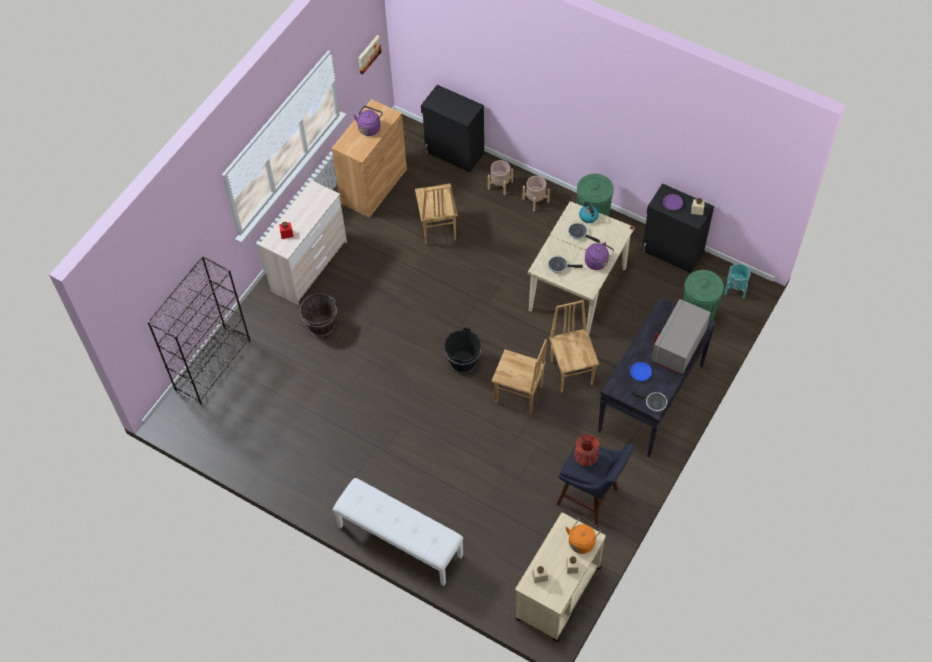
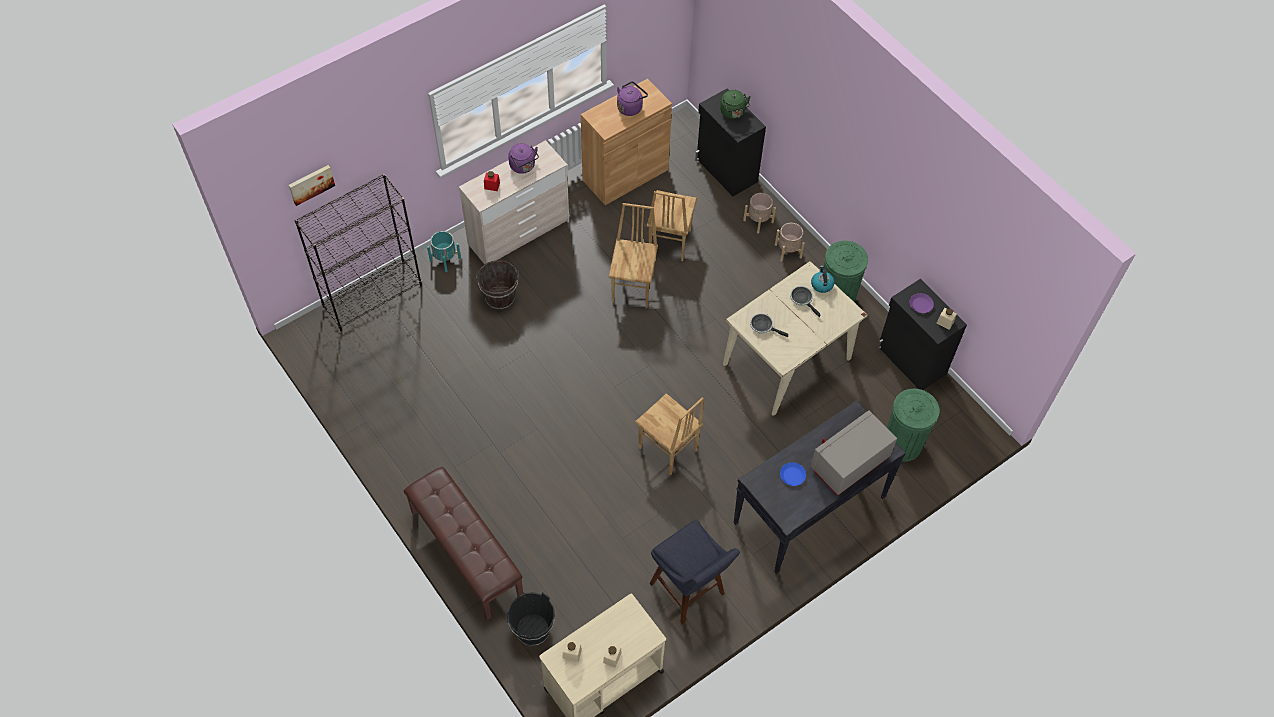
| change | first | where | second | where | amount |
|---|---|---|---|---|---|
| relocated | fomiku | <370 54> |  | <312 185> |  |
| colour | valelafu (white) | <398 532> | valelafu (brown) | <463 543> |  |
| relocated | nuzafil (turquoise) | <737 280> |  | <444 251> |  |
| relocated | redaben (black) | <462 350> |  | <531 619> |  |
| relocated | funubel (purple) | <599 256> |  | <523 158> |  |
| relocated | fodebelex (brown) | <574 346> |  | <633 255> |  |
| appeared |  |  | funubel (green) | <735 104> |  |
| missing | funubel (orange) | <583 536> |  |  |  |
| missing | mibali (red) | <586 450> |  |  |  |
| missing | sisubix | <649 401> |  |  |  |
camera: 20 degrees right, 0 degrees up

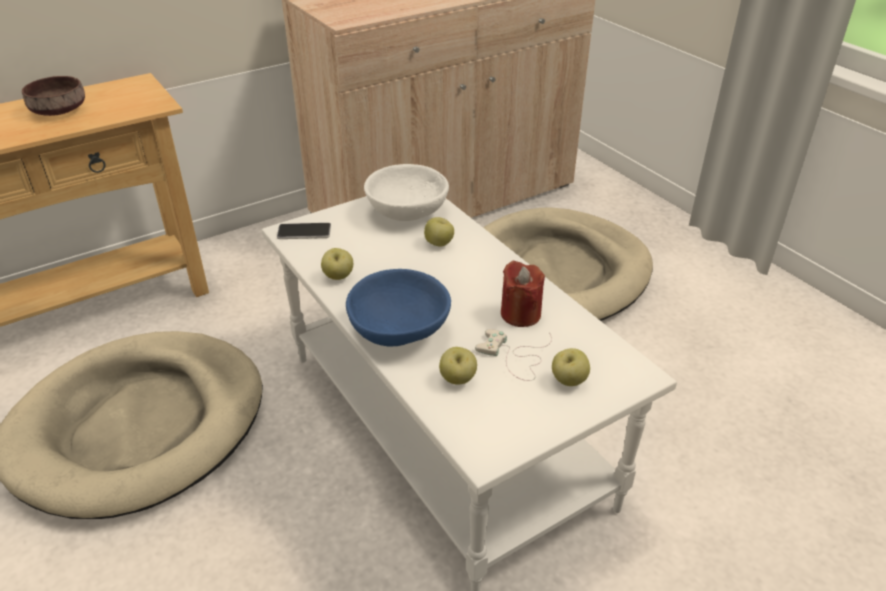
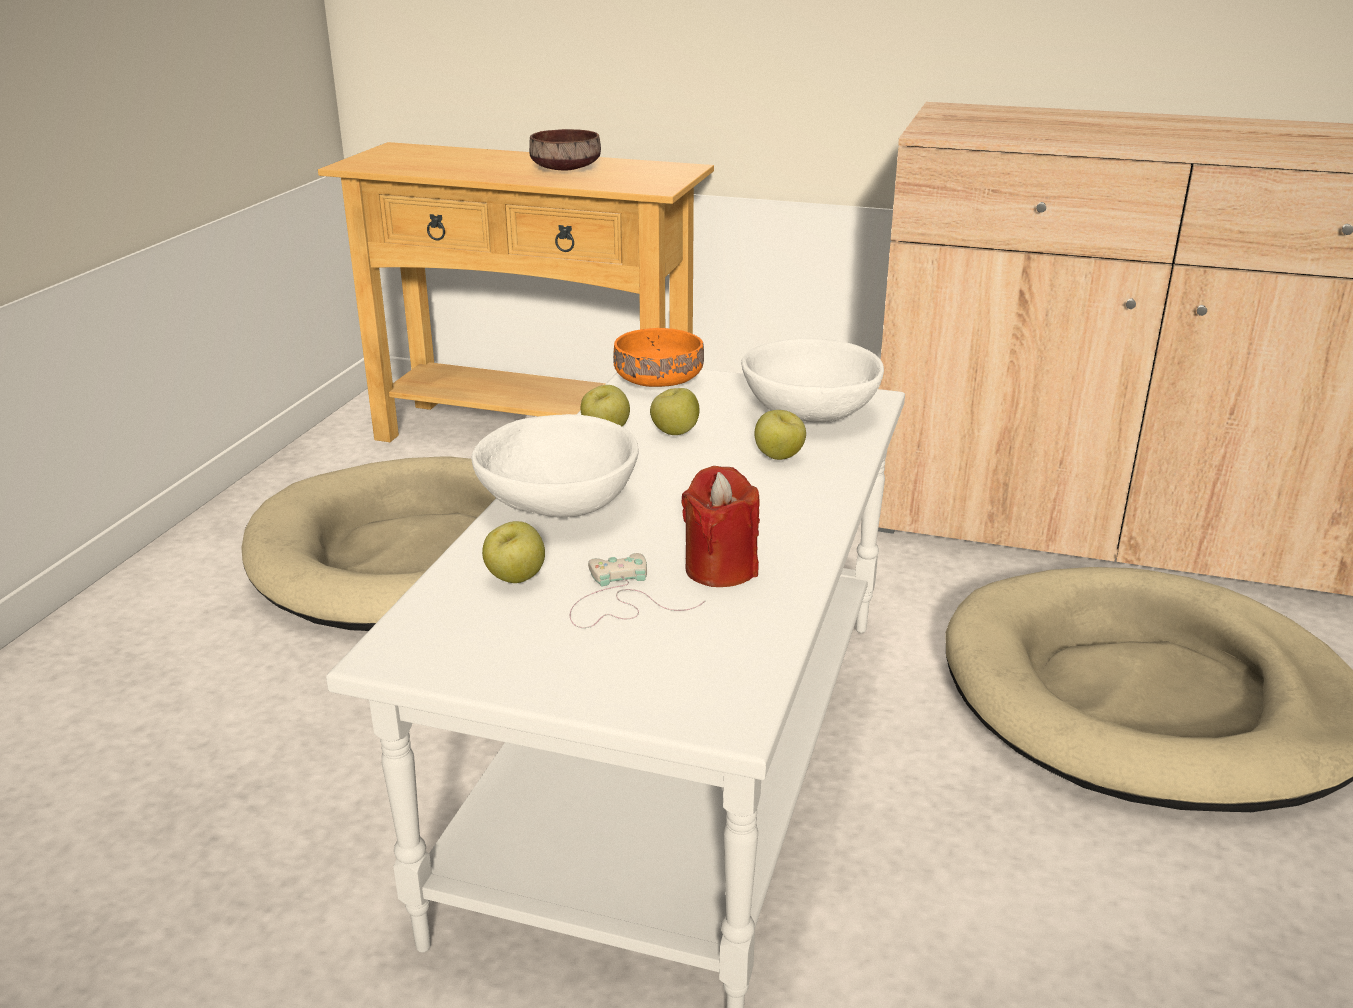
| change | first | where | second | where | amount |
|---|---|---|---|---|---|
| colour | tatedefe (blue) | <398 307> | tatedefe (white) | <555 465> |  |
| exchanged | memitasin | <304 231> | tatedefe (orange) | <658 357> |  |
| relocated | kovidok | <571 367> |  | <674 411> |  |
camera: 50 degrees right, 10 degrees down

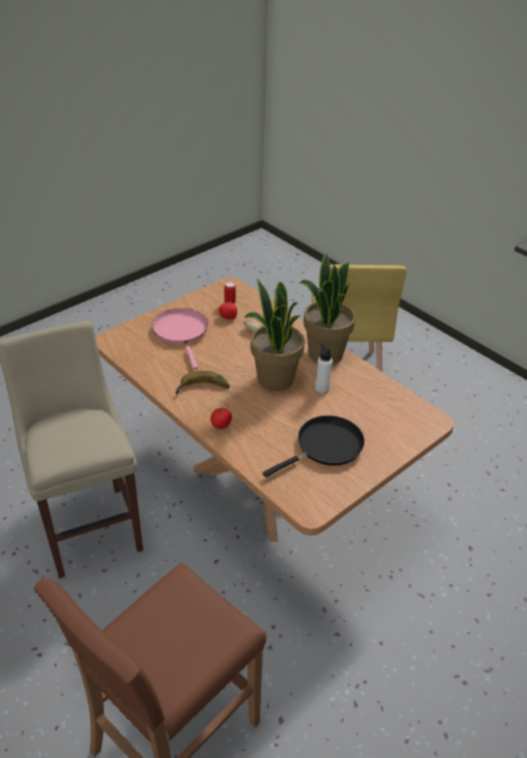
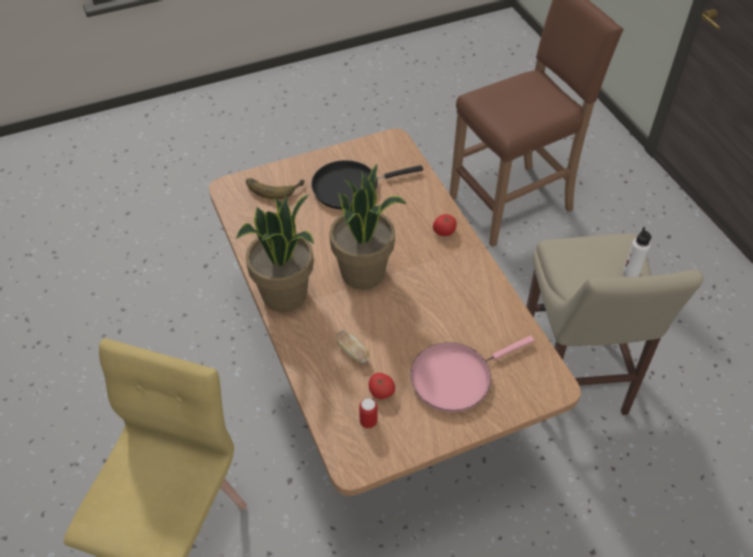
| change | first | where | second | where | amount |
|---|---|---|---|---|---|
| relocated | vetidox | <203 383> |  | <275 188> |  |
| spun | sisubix (pink) | <180 338> |  | <472 373> | 60 degrees clockwise |
| relocated | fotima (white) | <324 368> |  | <637 252> |  |
camera: 160 degrees left, 10 degrees up

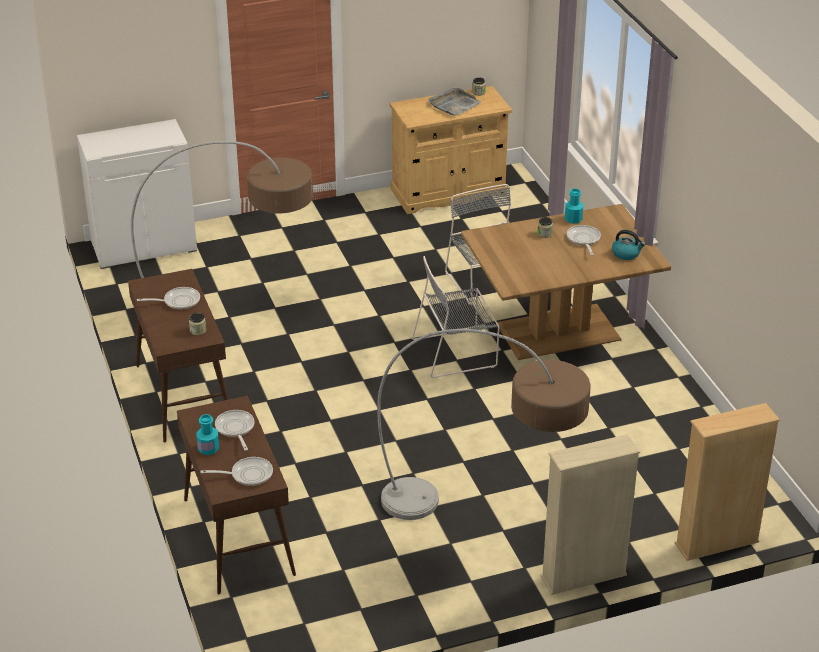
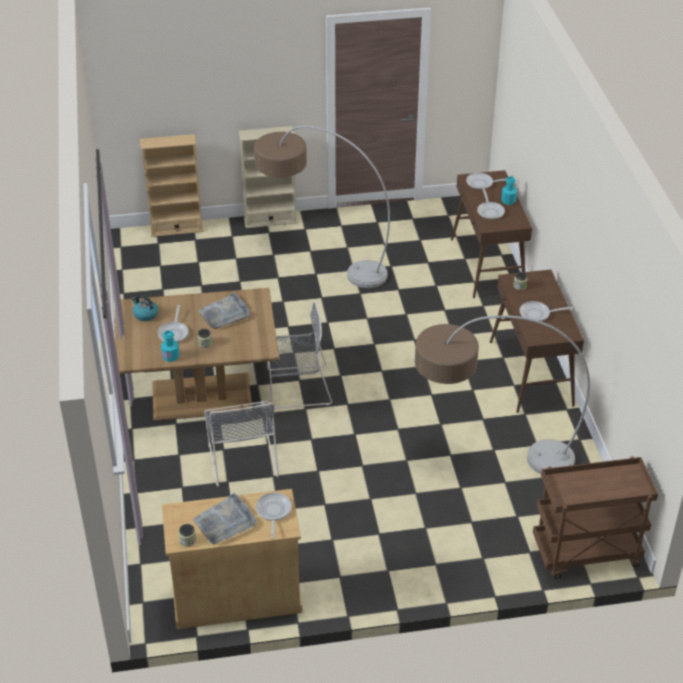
| change | first | where | second | where | amount |
|---|---|---|---|---|---|
| appeared |  |  | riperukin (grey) | <224 310> |  |
| appeared |  |  | sisubix | <274 516> |  |
| exchanged | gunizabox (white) | <137 194> | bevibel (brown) | <595 517> |  |
camera: 170 degrees left, 5 degrees up

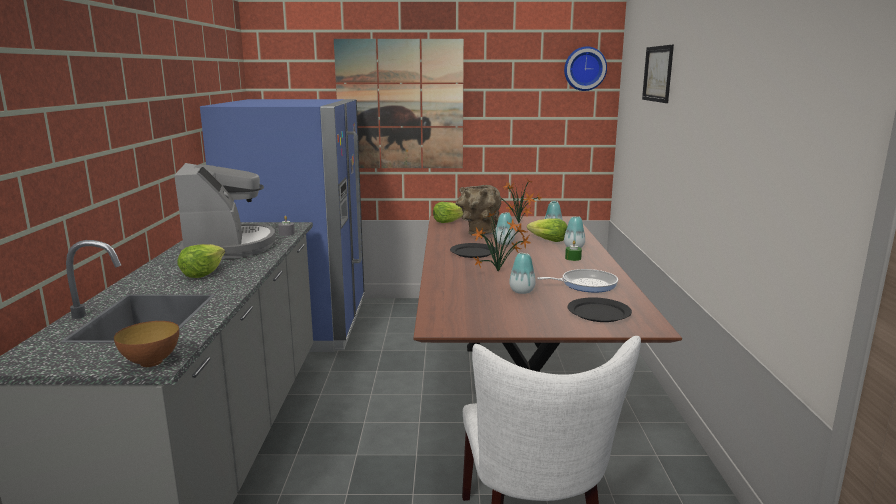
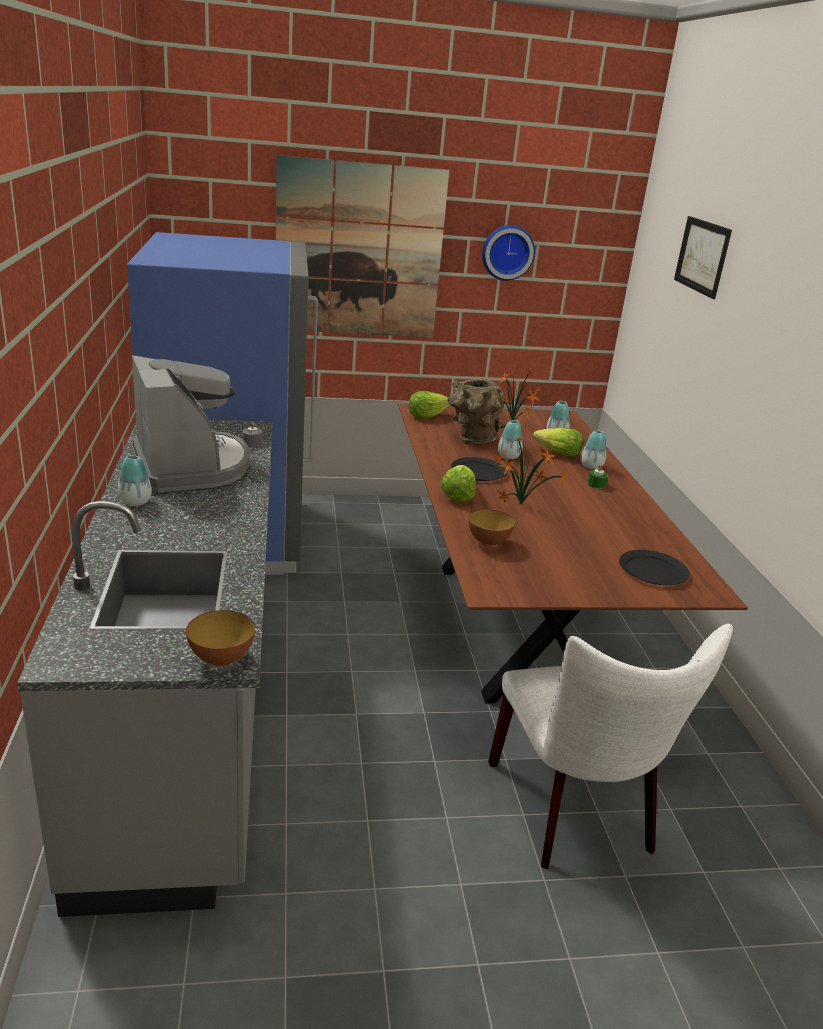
| change | first | where | second | where | amount |
|---|---|---|---|---|---|
| relocated | mibali | <522 273> |  | <135 480> |  |
| relocated | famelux | <201 261> |  | <458 483> |  |
| appeared |  |  | tatedefe | <491 528> |  |
| relocated | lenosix | <585 68> |  | <508 253> |  |
| missing | sisubix | <577 280> |  |  |  |
camera: 10 degrees left, 10 degrees up

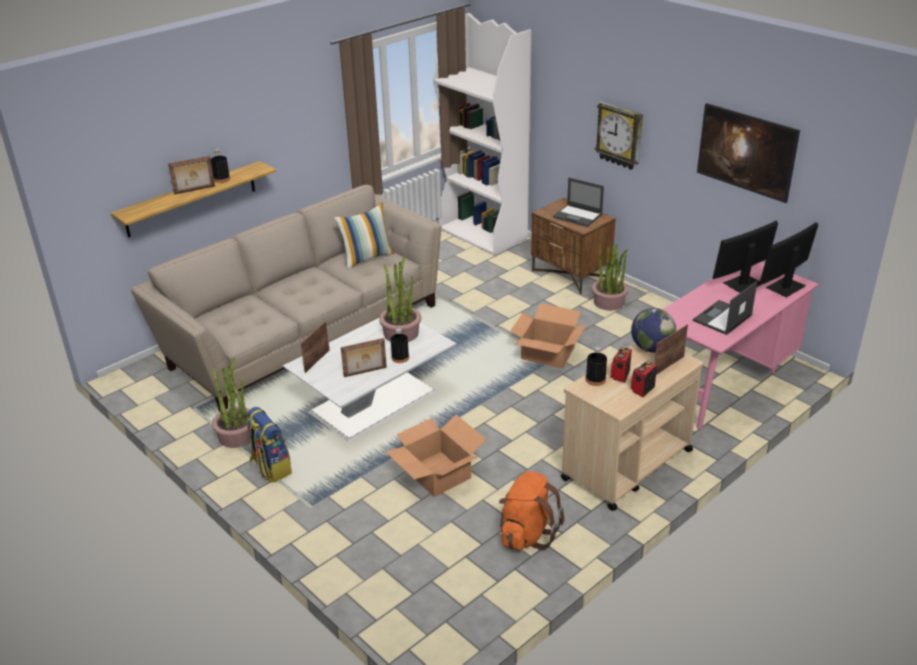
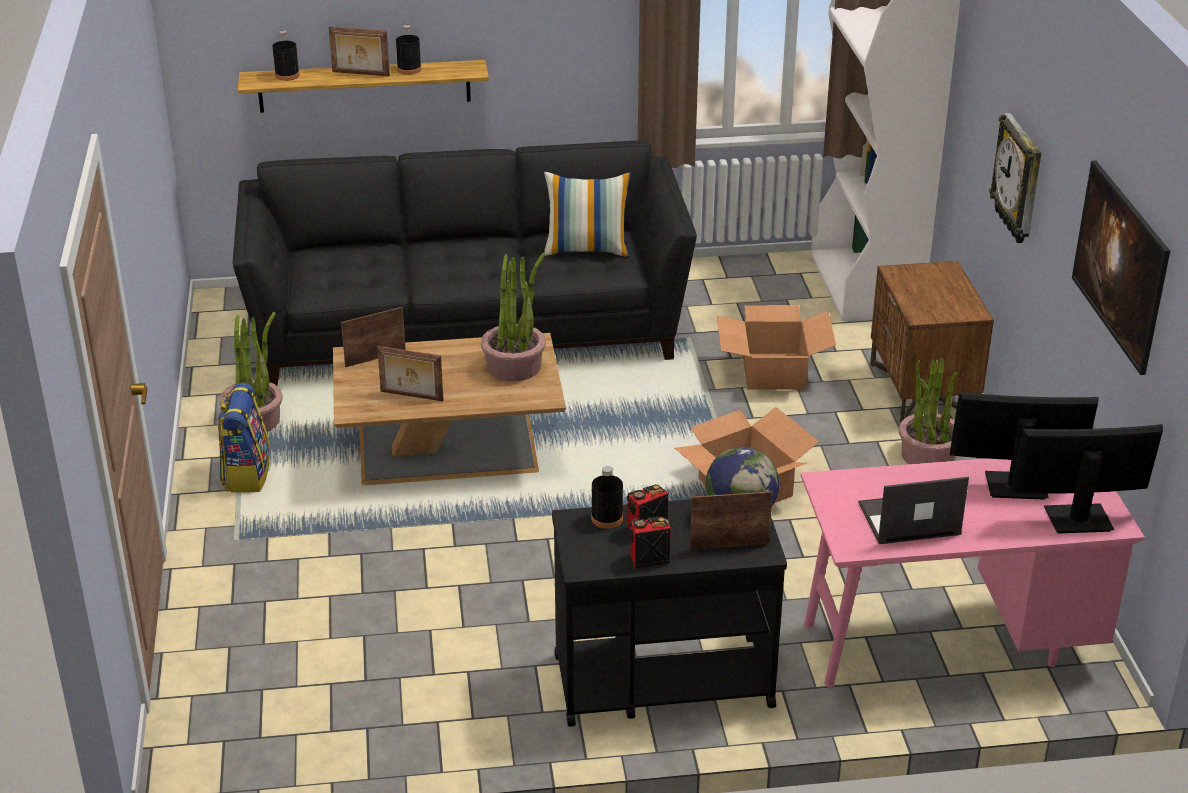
| change | first | where | second | where | amount |
|---|---|---|---|---|---|
| colour | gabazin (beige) | <286 298> | gabazin (black) | <465 263> |  |
| relocated | fotima (black) | <400 345> |  | <286 55> |  |
| colour | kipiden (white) | <369 380> | kipiden (brown) | <449 409> |  |
| colour | bevibel (beige) | <632 427> | bevibel (black) | <669 613> |  |
| relocated | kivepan | <436 455> |  | <776 347> |  |
| missing | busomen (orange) | <531 511> |  |  |  |
| missing | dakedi | <578 202> |  |  |  |
camera: 35 degrees right, 0 degrees up

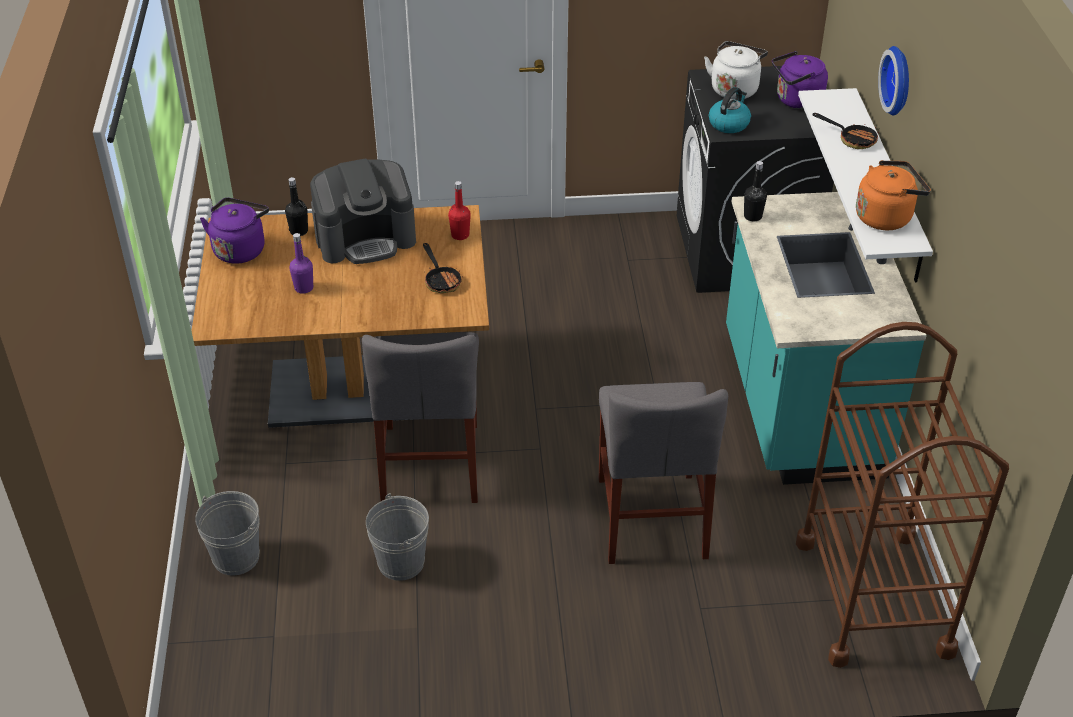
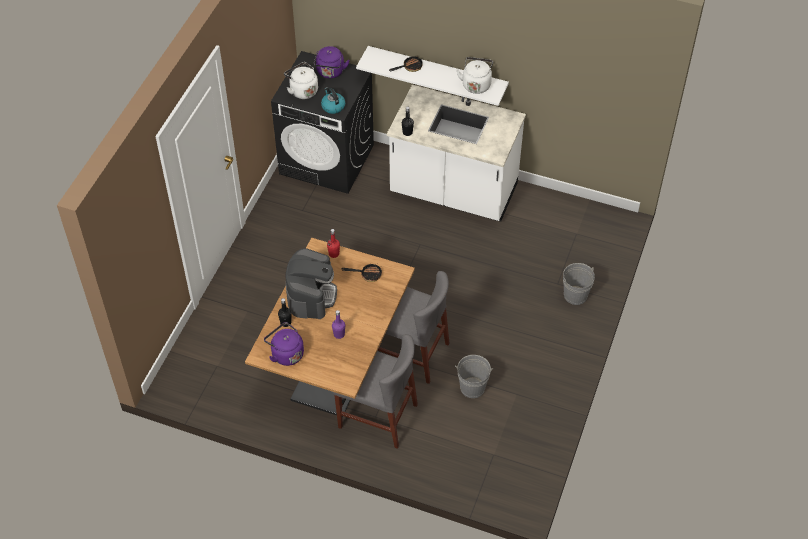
| change | first | where | second | where | amount |
|---|---|---|---|---|---|
| relocated | fodebelex (grey) | <663 473> |  | <375 391> |  |
| colour | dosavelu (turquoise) | <826 338> | dosavelu (white) | <456 153> |  |
| colour | funubel (orange) | <893 195> | funubel (white) | <475 75> |  |
| relocated | redaben (grey) | <227 533> |  | <579 284> |  |
| missing | bevibel (brown) | <902 495> |  |  |  |
| missing | lenosix | <893 81> |  |  |  |
camera: 65 degrees left, 10 degrees up

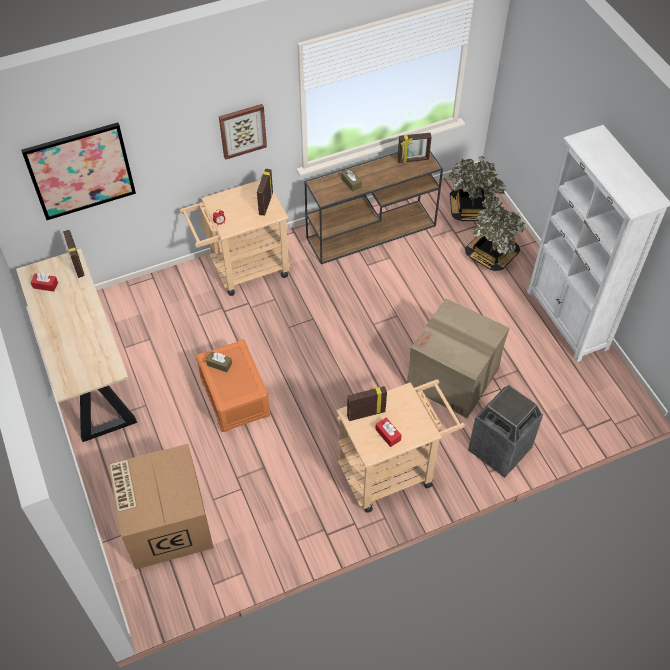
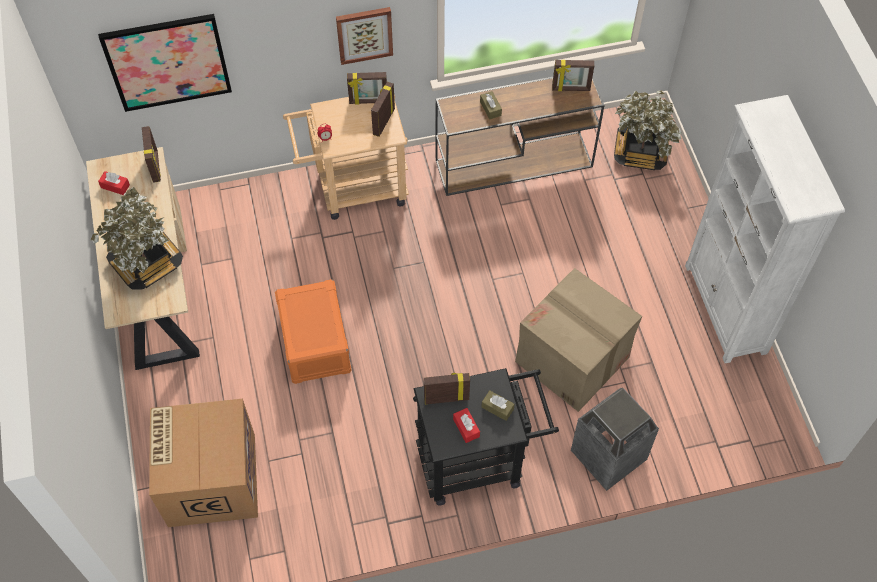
| change | first | where | second | where | amount |
|---|---|---|---|---|---|
| relocated | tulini | <495 233> |  | <136 238> |  |
| appeared |  |  | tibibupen | <367 88> |  |
| colour | bevibel (beige) | <400 446> | bevibel (black) | <486 437> |  |
| relocated | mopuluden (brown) | <219 361> |  | <498 405> |  |
camera: 10 degrees right, 5 degrees up

